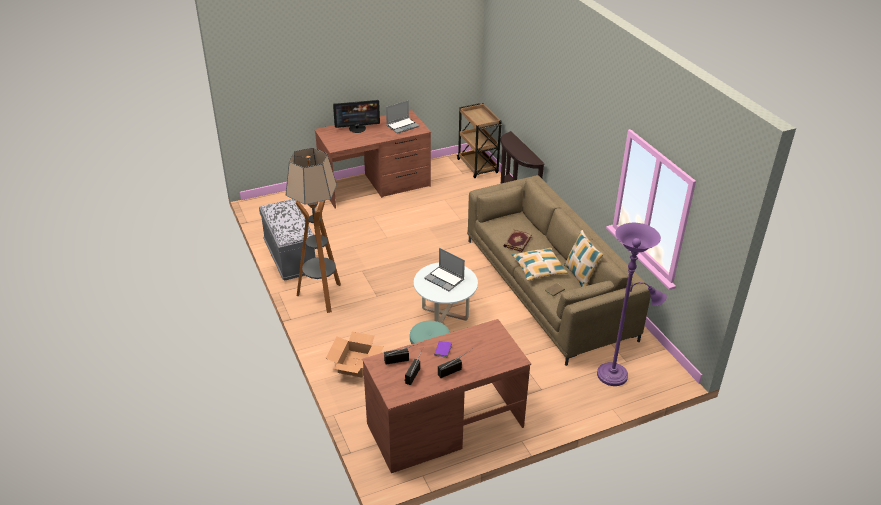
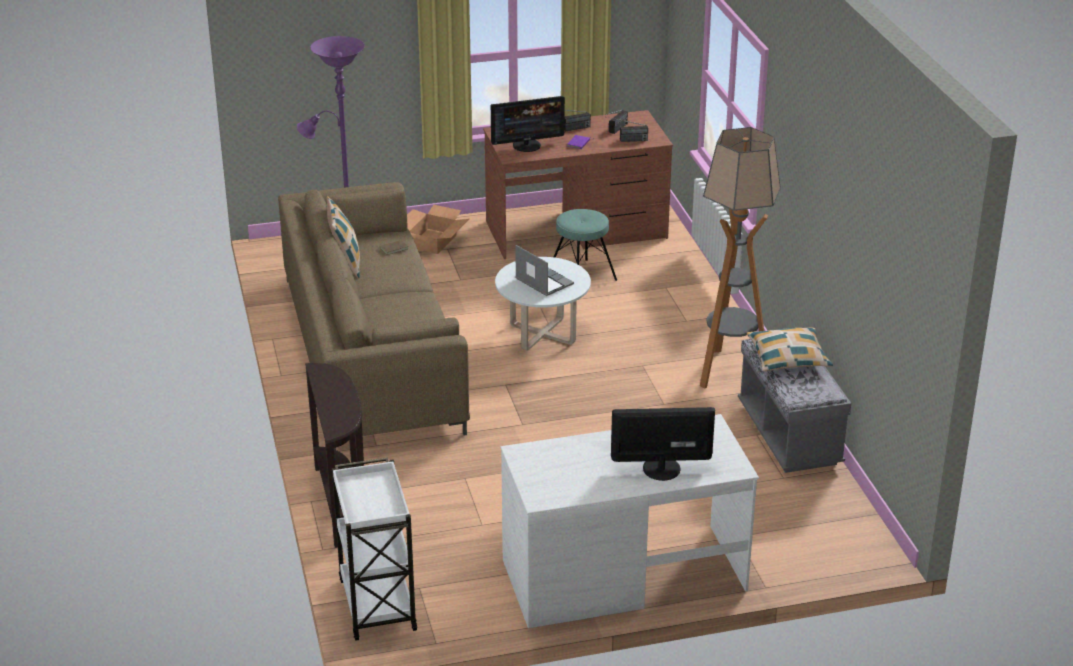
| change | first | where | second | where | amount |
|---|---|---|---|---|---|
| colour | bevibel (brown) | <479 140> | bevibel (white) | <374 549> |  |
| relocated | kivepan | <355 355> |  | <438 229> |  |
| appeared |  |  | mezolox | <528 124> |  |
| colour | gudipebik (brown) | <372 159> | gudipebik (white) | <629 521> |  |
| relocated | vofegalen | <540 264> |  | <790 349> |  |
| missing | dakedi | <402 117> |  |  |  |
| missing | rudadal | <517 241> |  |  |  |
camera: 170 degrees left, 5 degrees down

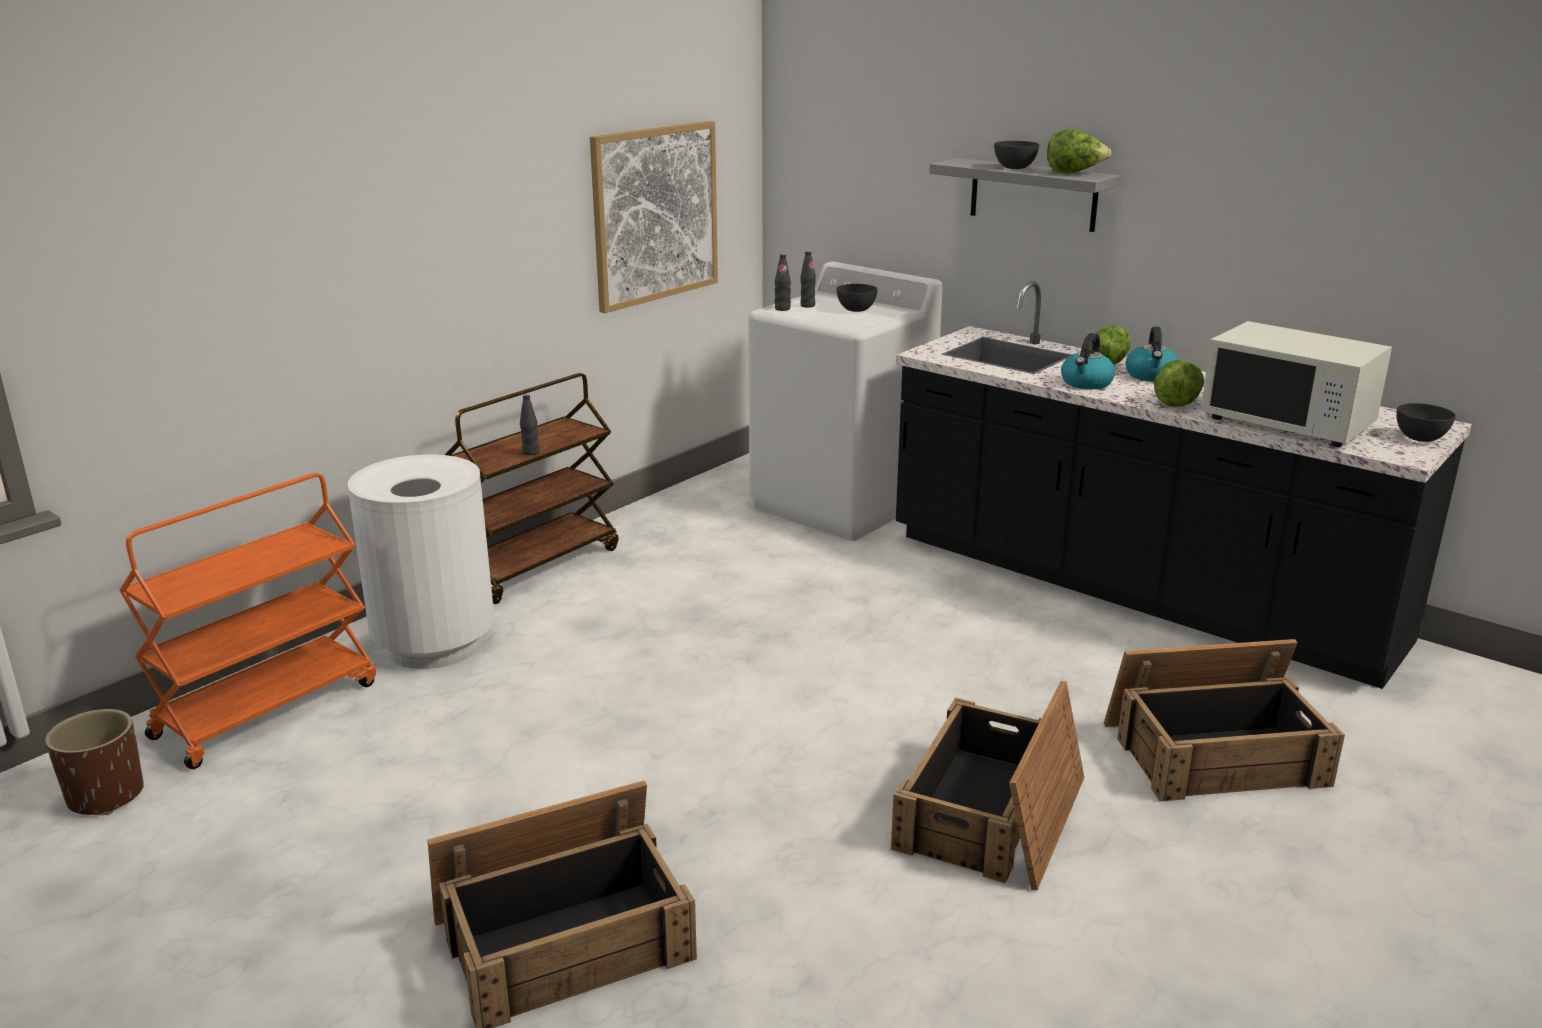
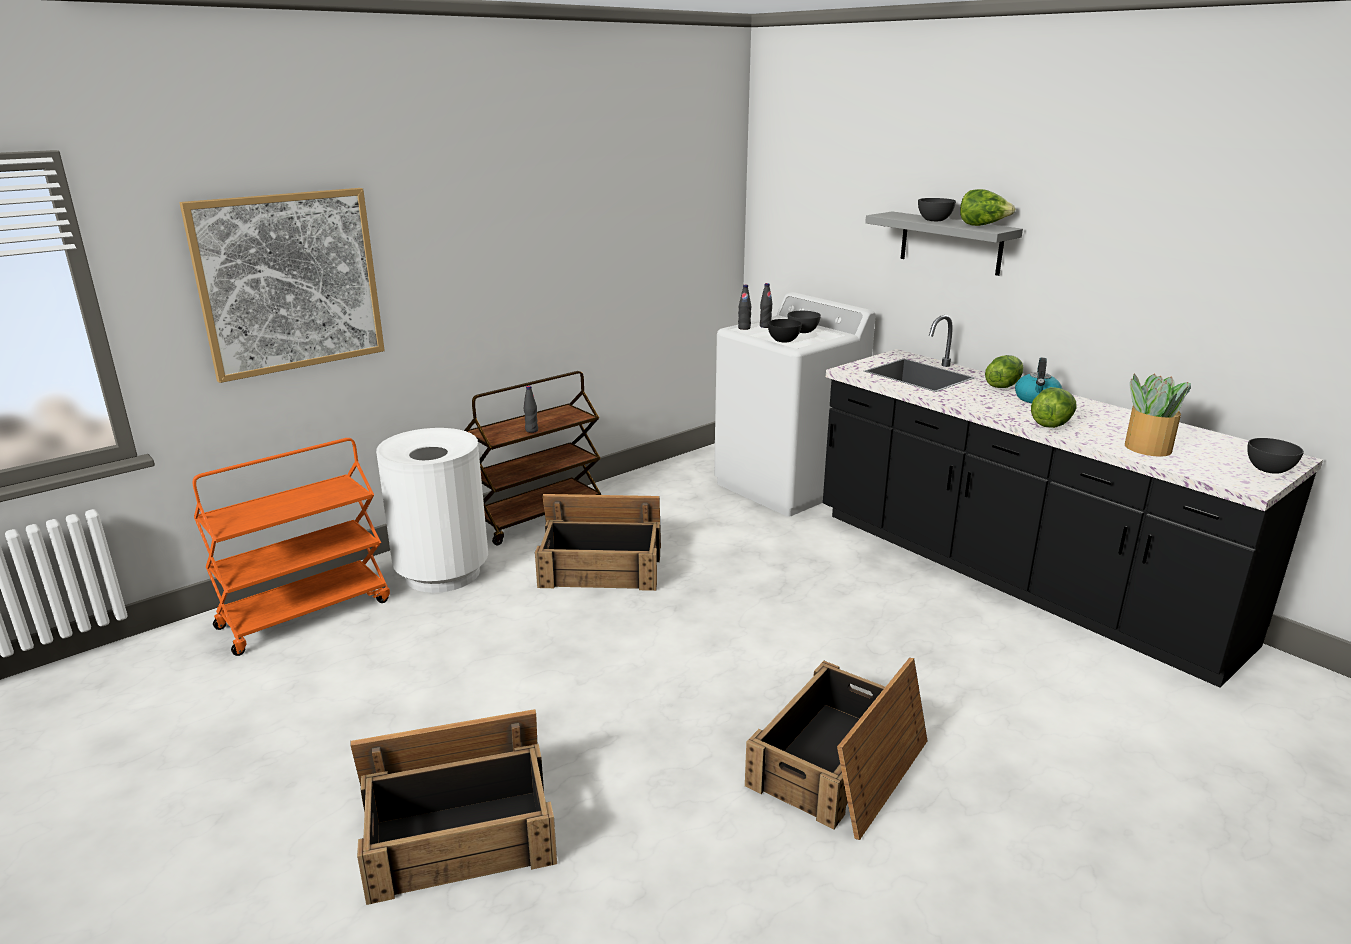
| change | first | where | second | where | amount |
|---|---|---|---|---|---|
| relocated | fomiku | <654 217> |  | <282 285> |  |
| relocated | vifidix | <1224 720> |  | <598 542> |  |
| appeared |  |  | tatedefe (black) | <785 330> |  |
| exchanged | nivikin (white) | <1296 384> | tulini | <1158 415> |  |
| missing | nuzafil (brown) | <94 762> |  |  |  |
| missing | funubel | <1088 361> |  |  |  |
camera: 10 degrees right, 0 degrees up

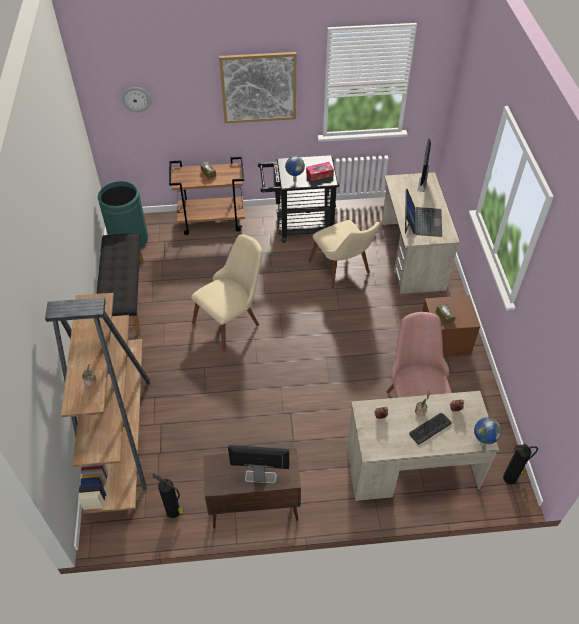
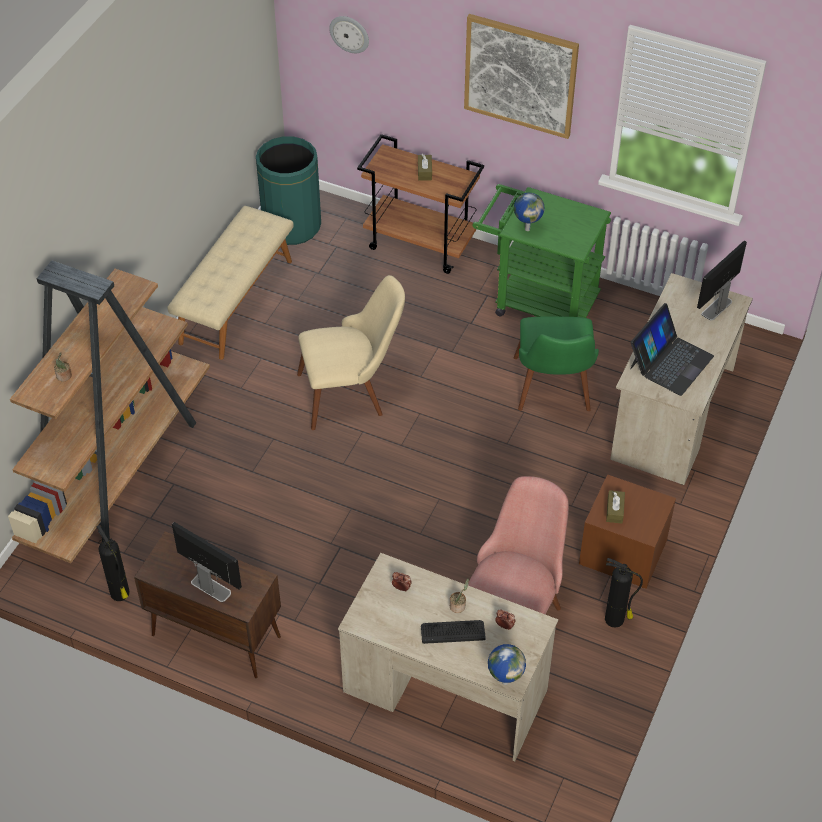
| change | first | where | second | where | amount |
|---|---|---|---|---|---|
| colour | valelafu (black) | <120 284> | valelafu (beige) | <230 283> |  |
| colour | bevibel (black) | <298 199> | bevibel (green) | <542 251> |  |
| colour | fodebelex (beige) | <344 254> | fodebelex (green) | <556 364> |  |
| relocated | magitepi | <520 464> |  | <624 593> |  |
| missing | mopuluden | <320 171> |  |  |  |
camera: 30 degrees right, 0 degrees up

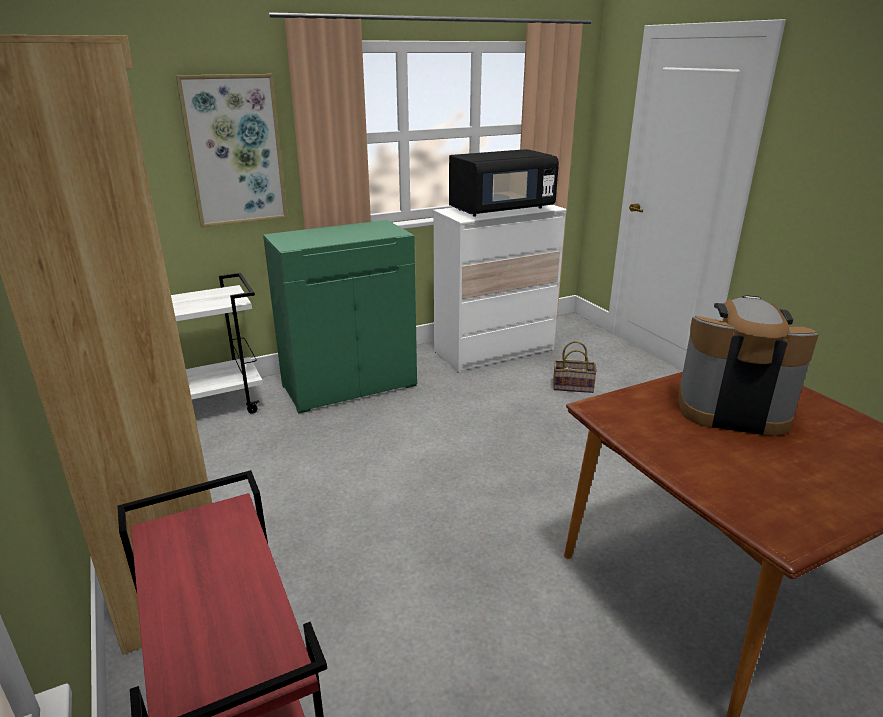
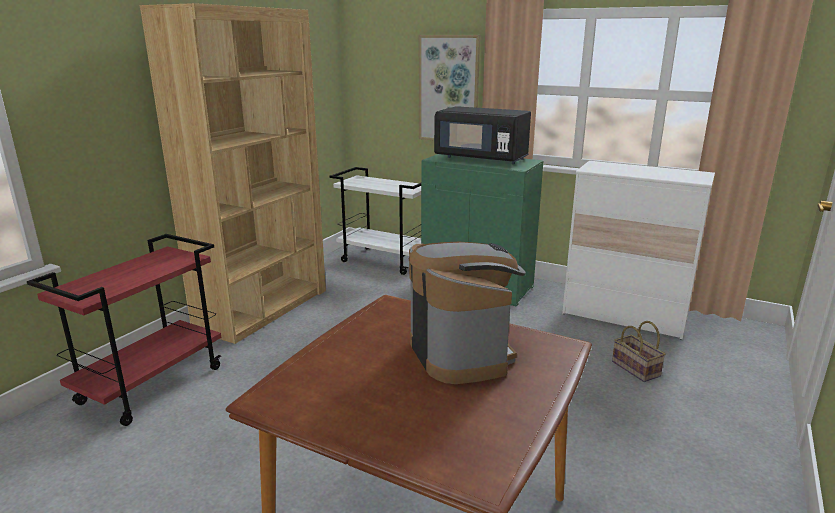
| change | first | where | second | where | amount |
|---|---|---|---|---|---|
| relocated | nivikin (black) | <504 183> |  | <482 135> |  |
camera: 55 degrees right, 5 degrees down

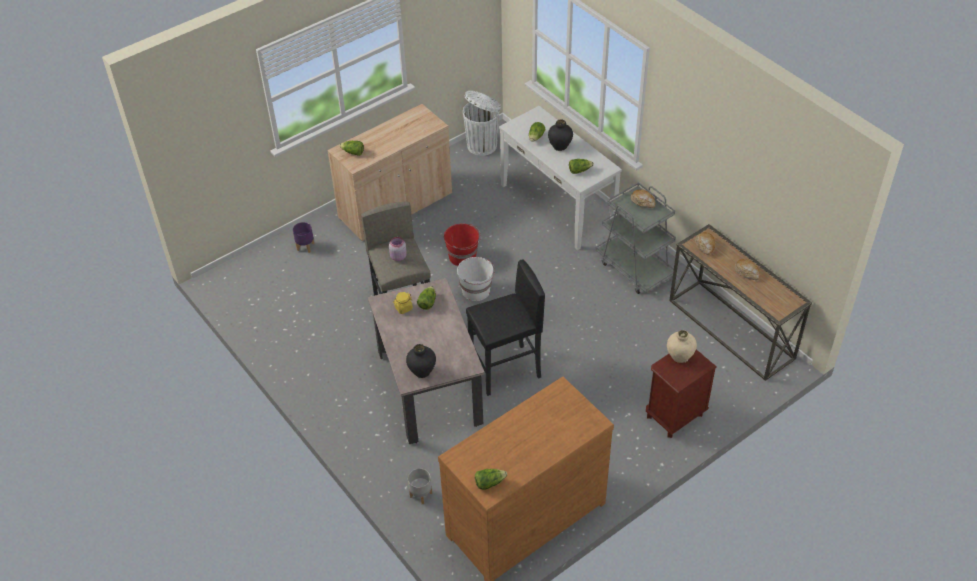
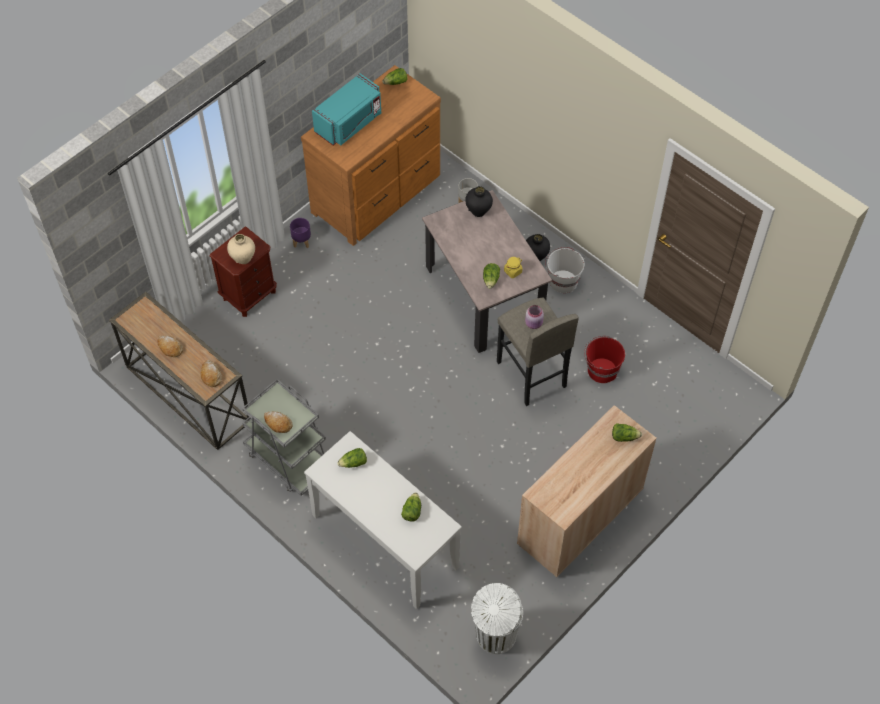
| change | first | where | second | where | amount |
|---|---|---|---|---|---|
| relocated | nuzafil (purple) | <303 237> |  | <300 233> |  |
| appeared |  |  | nivikin (turquoise) | <346 109> |  |
| relocated | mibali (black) | <560 135> |  | <538 247> |  |
| relocated | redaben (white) | <476 279> |  | <564 270> |  |
| relocated | redaben (red) | <462 245> |  | <604 359> |  |
| missing | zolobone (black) | <505 328> |  |  |  |
camera: 170 degrees right, 10 degrees up

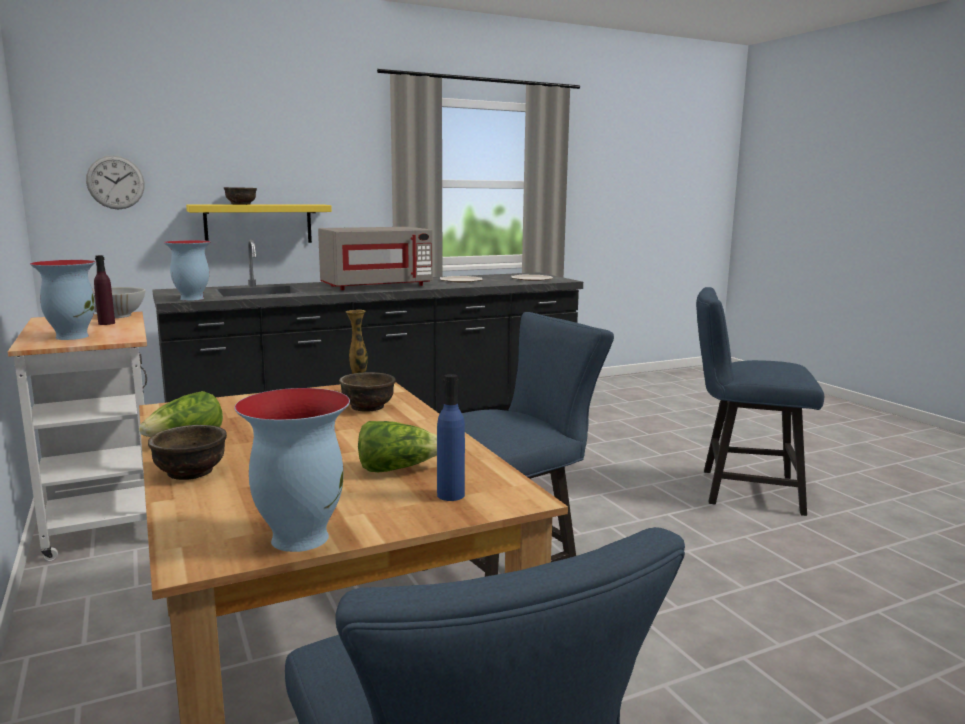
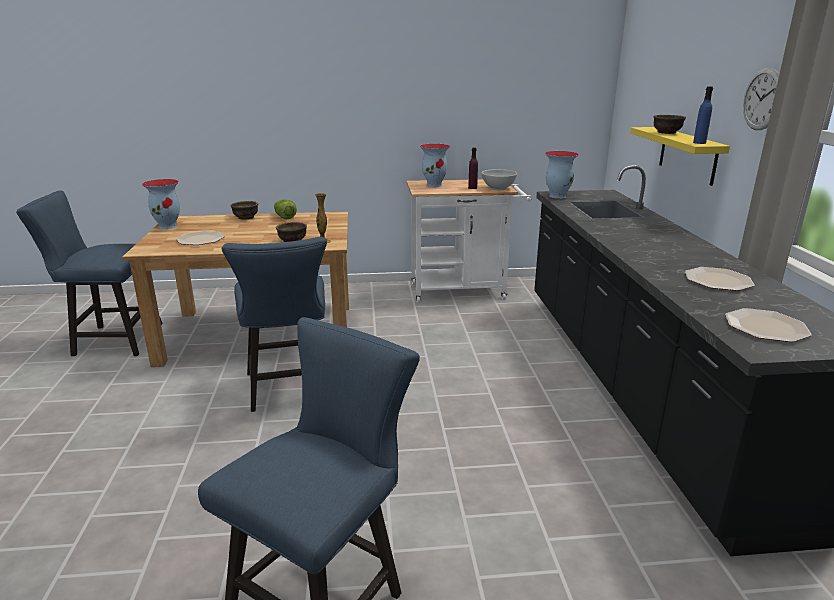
| change | first | where | second | where | amount |
|---|---|---|---|---|---|
| exchanged | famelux | <397 446> | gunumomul | <200 238> |  |
| relocated | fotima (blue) | <451 437> |  | <703 115> |  |
| relocated | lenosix | <115 182> |  | <761 99> |  |
| missing | nivikin (grey) | <375 258> |  |  |  |
camera: 110 degrees right, 10 degrees up

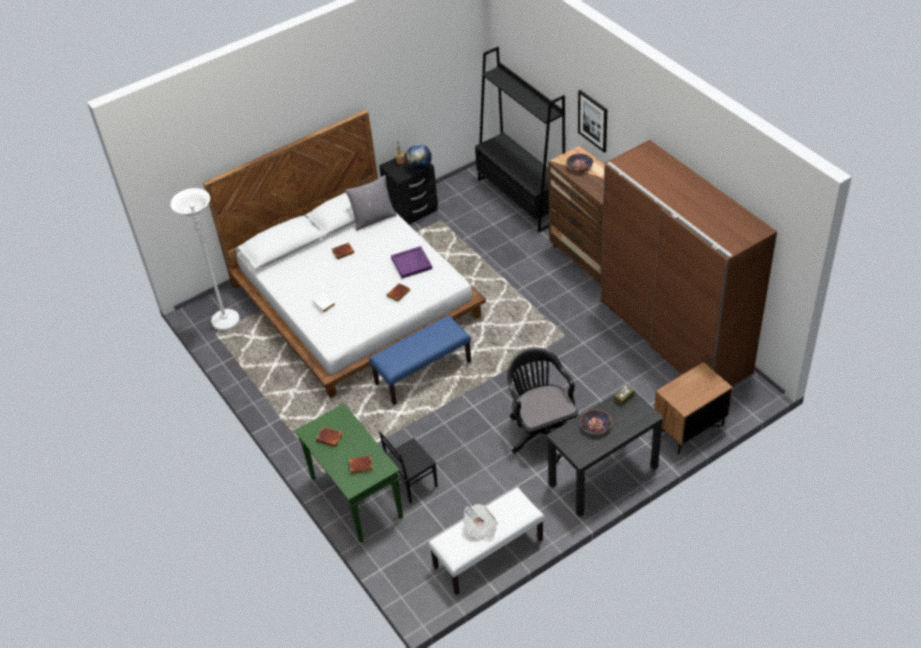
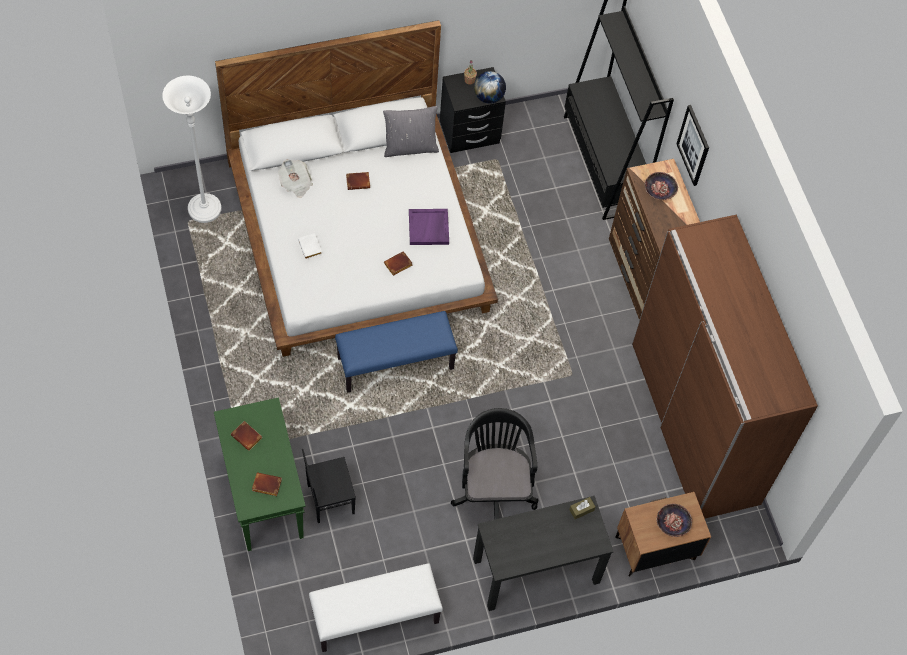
| change | first | where | second | where | amount |
|---|---|---|---|---|---|
| relocated | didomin | <480 522> |  | <295 178> |  |
| relocated | tatedefe | <596 421> |  | <674 520> |  |
camera: 10 degrees right, 15 degrees up

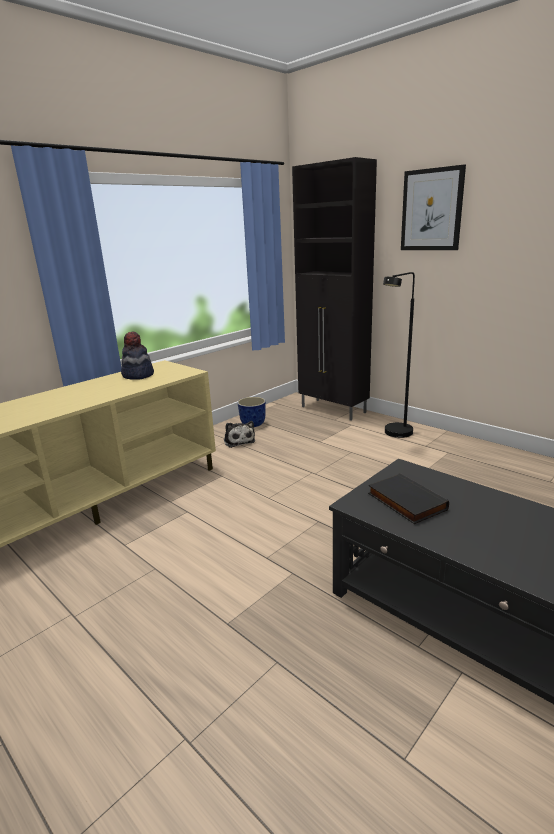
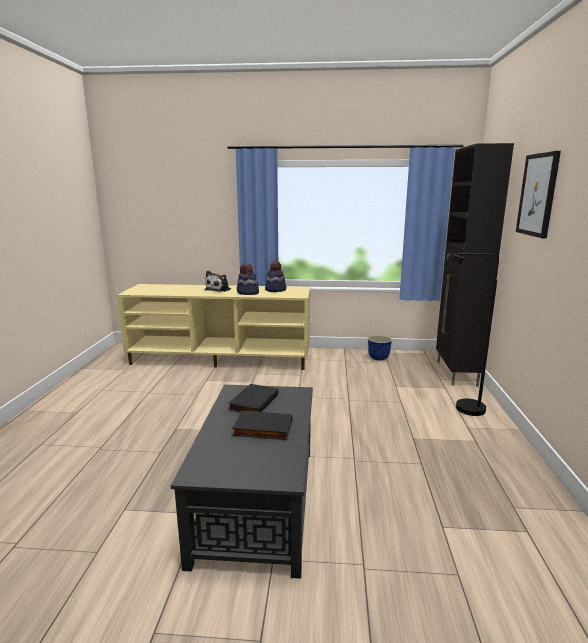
| change | first | where | second | where | amount |
|---|---|---|---|---|---|
| relocated | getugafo | <239 434> |  | <217 281> |  |
| appeared |  |  | rudadal (black) | <262 425> |  |
| appeared |  |  | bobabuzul | <248 279> |  |
camera: 50 degrees right, 5 degrees down

